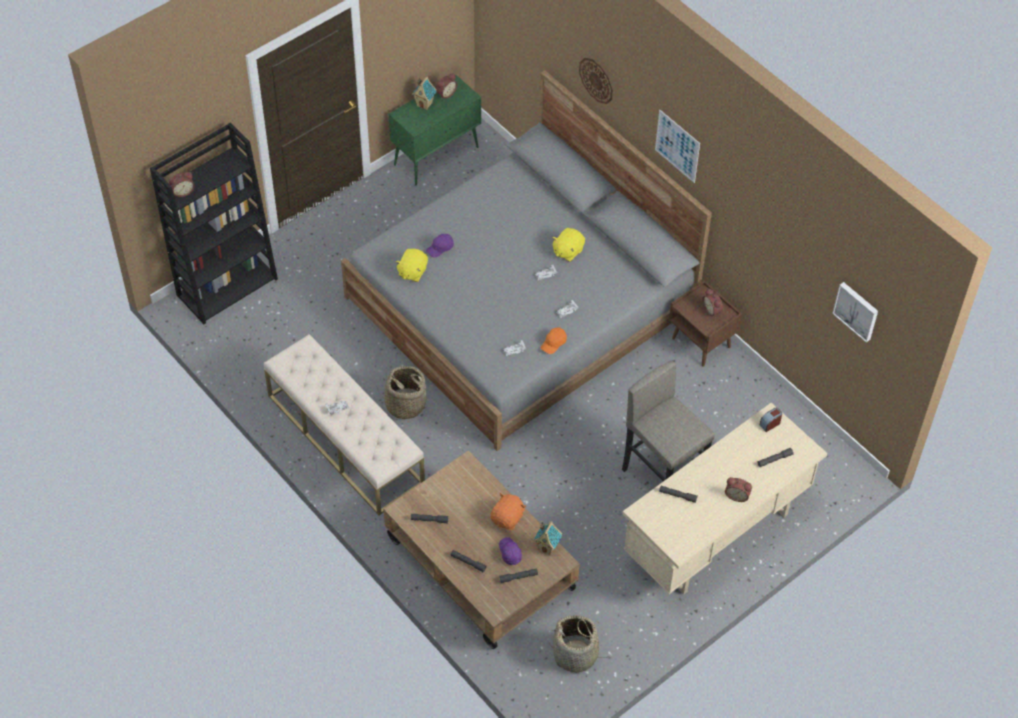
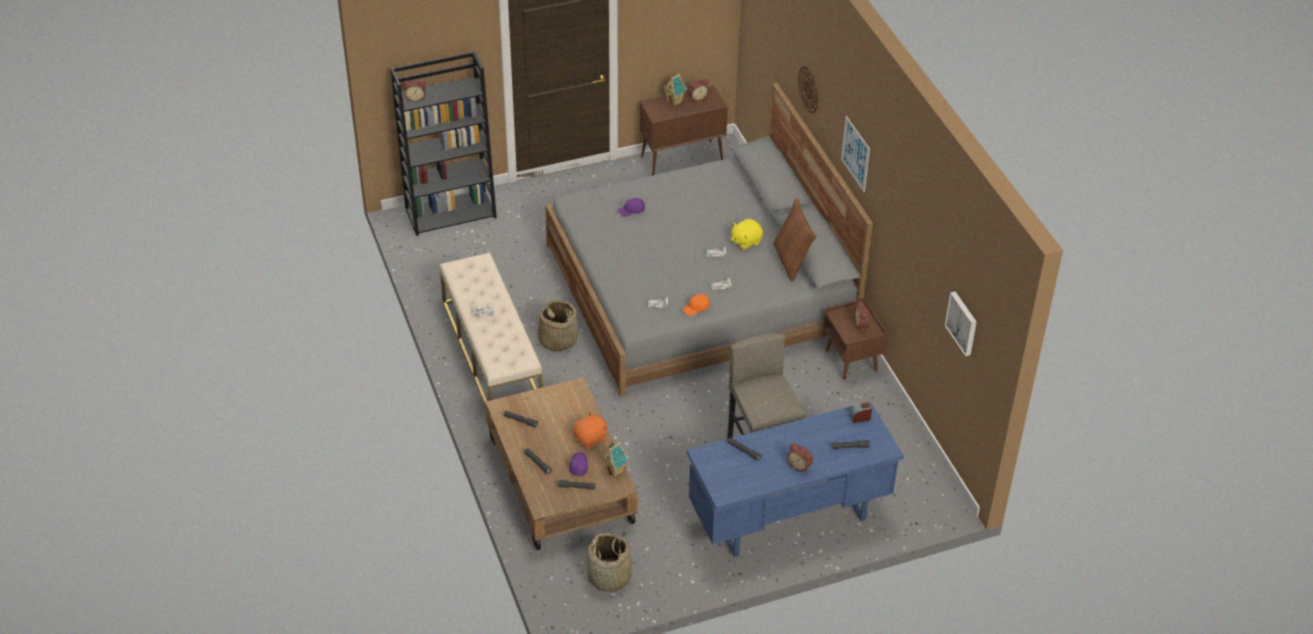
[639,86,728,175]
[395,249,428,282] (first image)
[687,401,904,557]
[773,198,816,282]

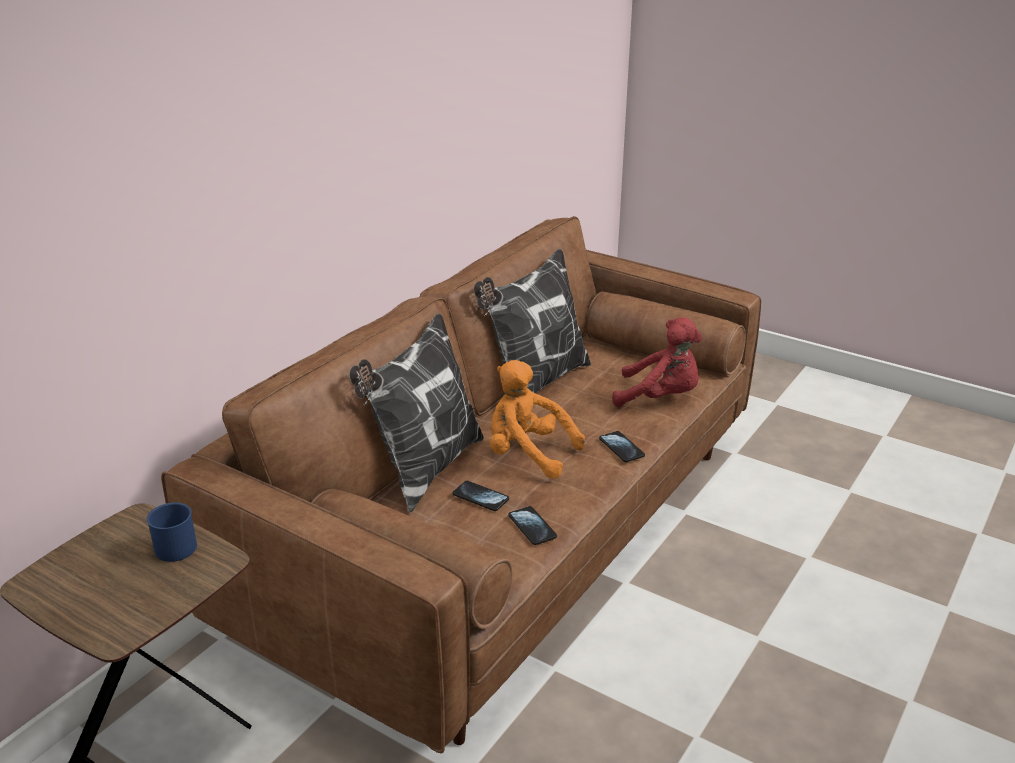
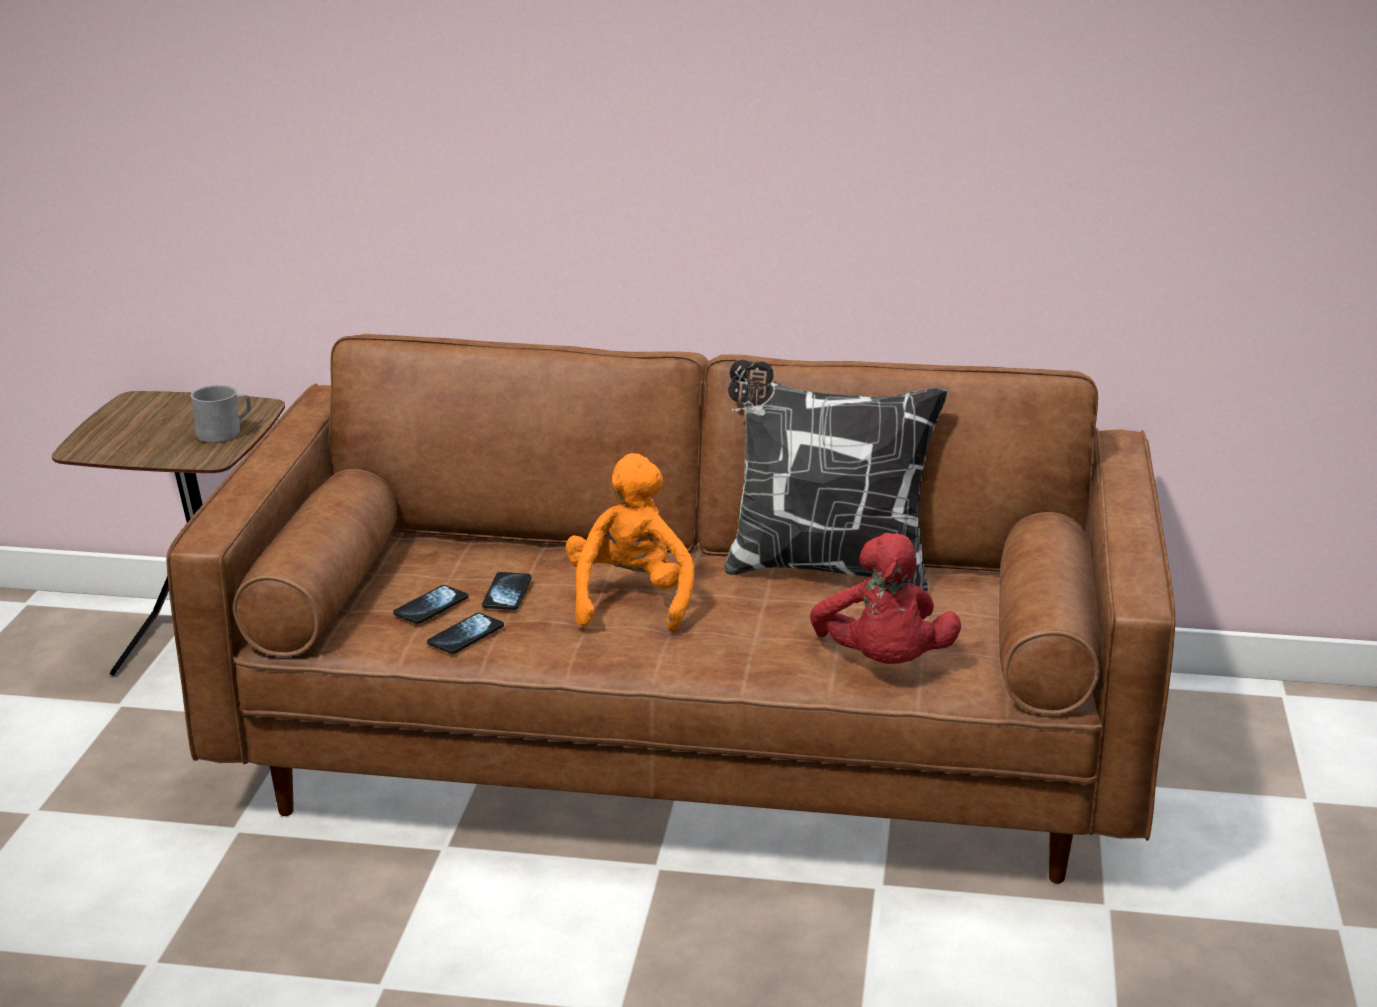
[190,385,251,443]
[349,312,484,512] (first image)
[393,585,469,624]

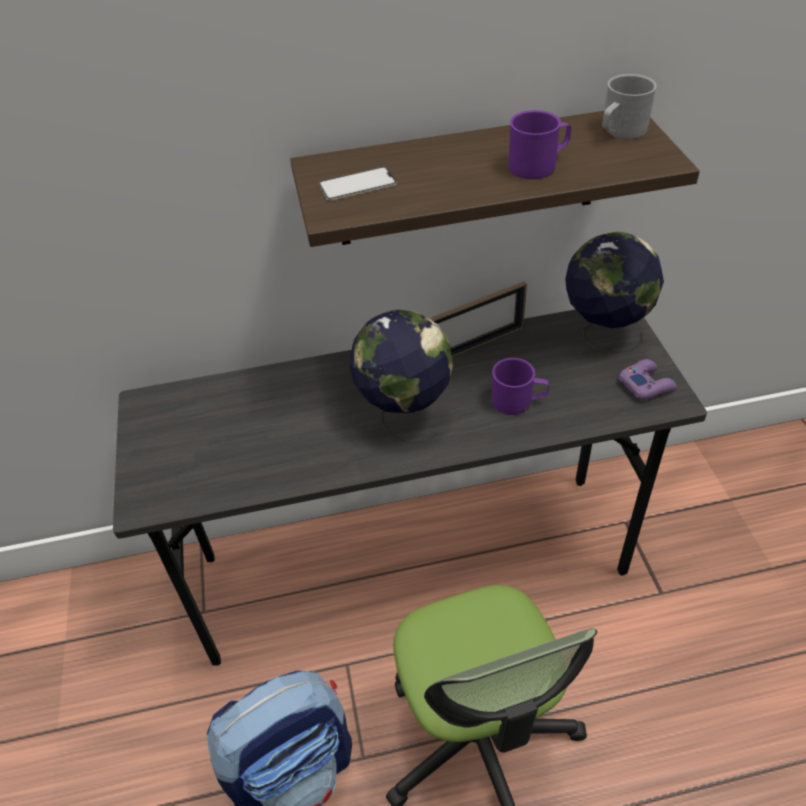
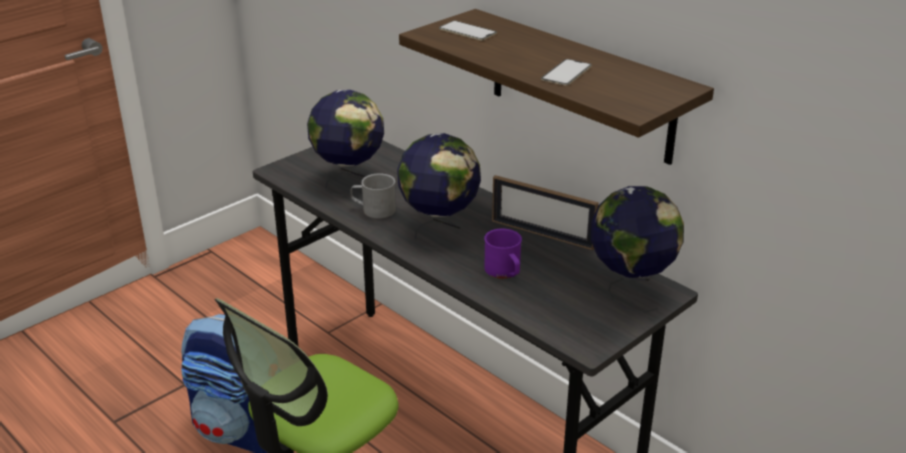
[541,59,592,86]
[350,174,396,219]
[619,359,677,400] (first image)
[307,90,384,196]

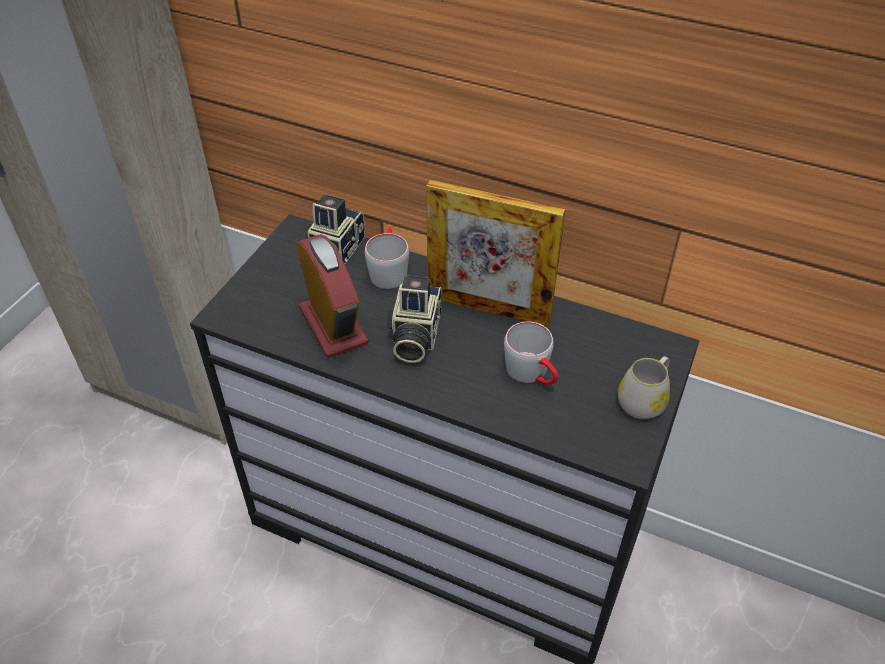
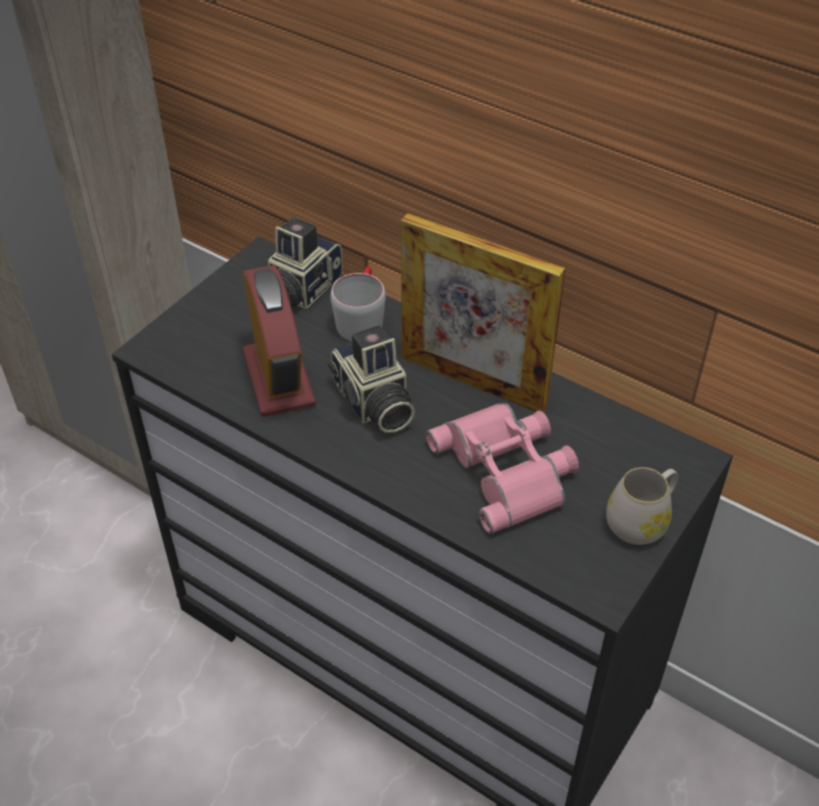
[328,325,415,433]
[426,403,579,534]

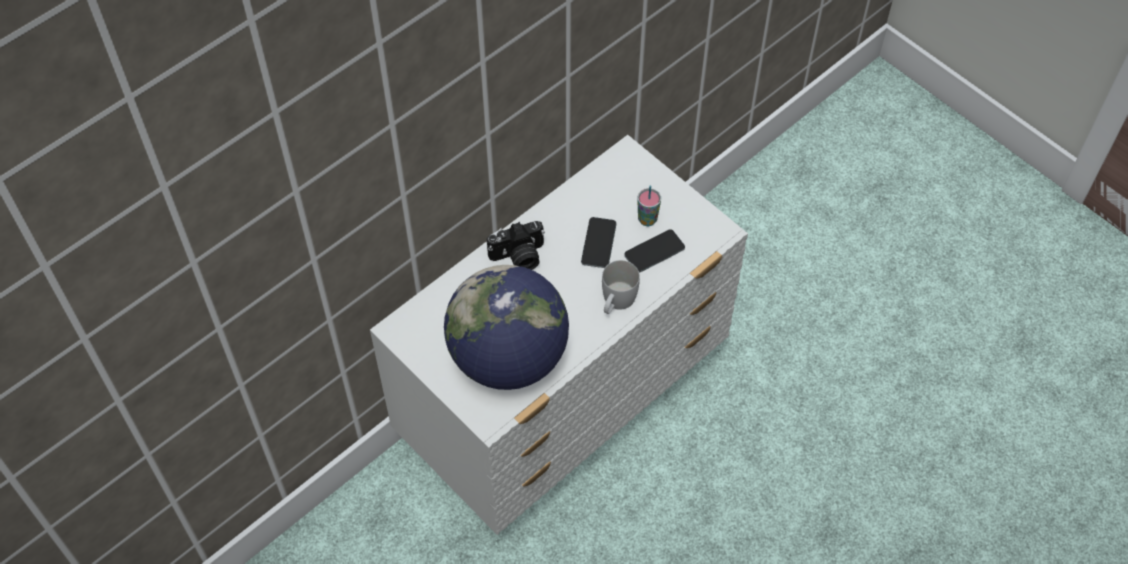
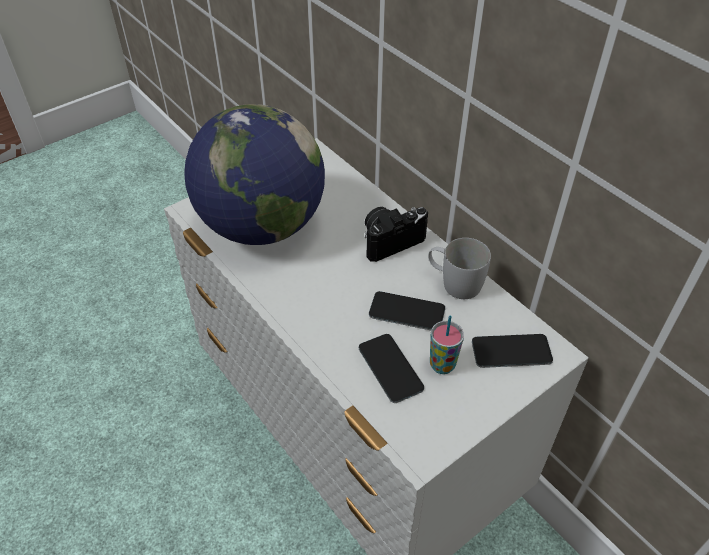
[365,207,428,262]
[428,238,491,299]
[472,334,553,368]

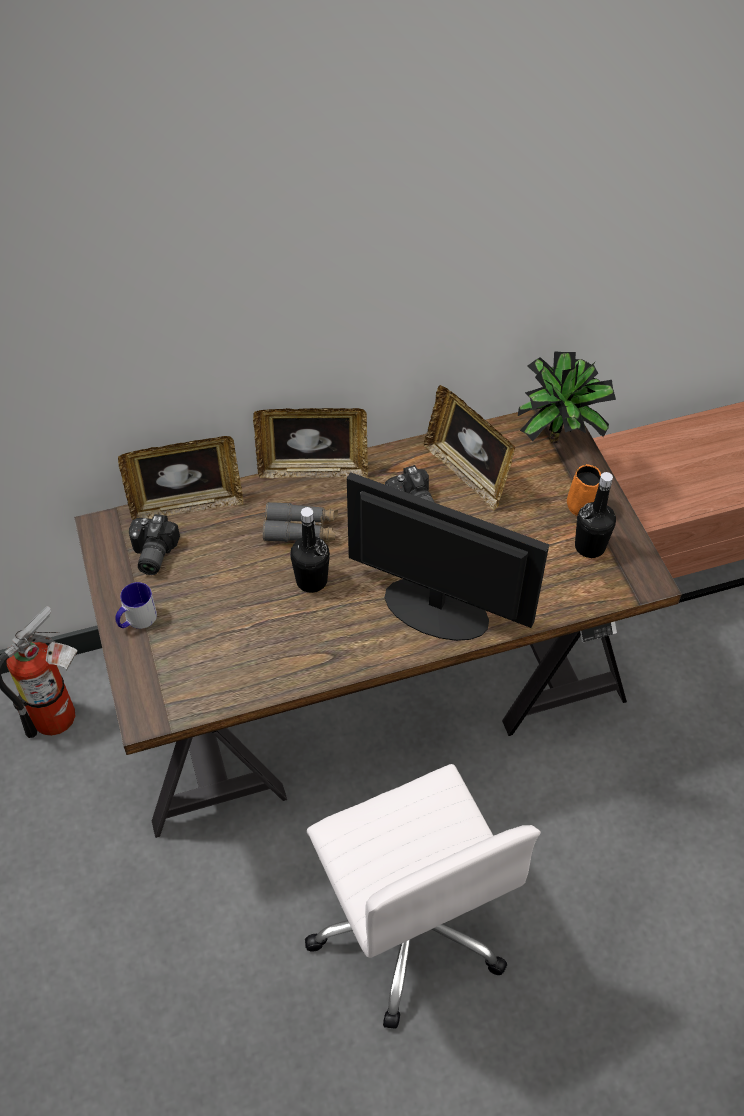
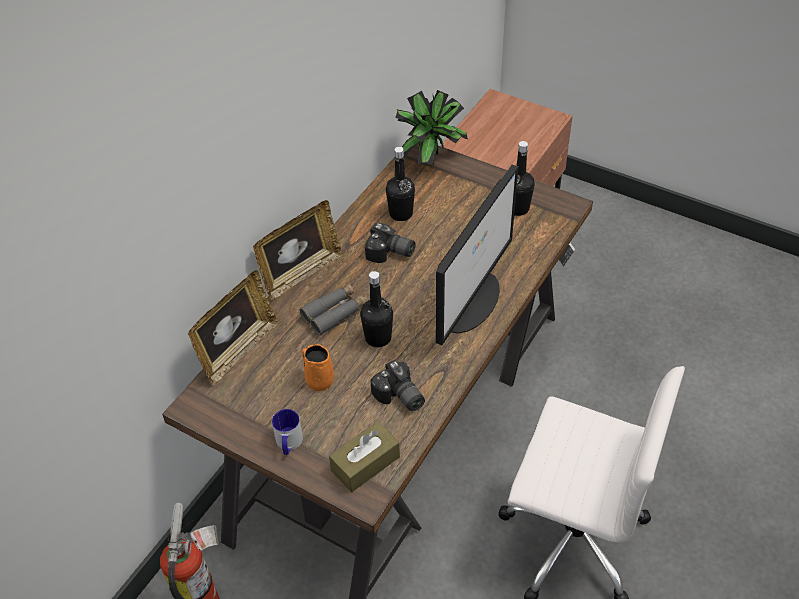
[370,360,425,412]
[436,165,518,345]
[386,147,415,221]
[302,344,334,391]
[329,422,400,492]

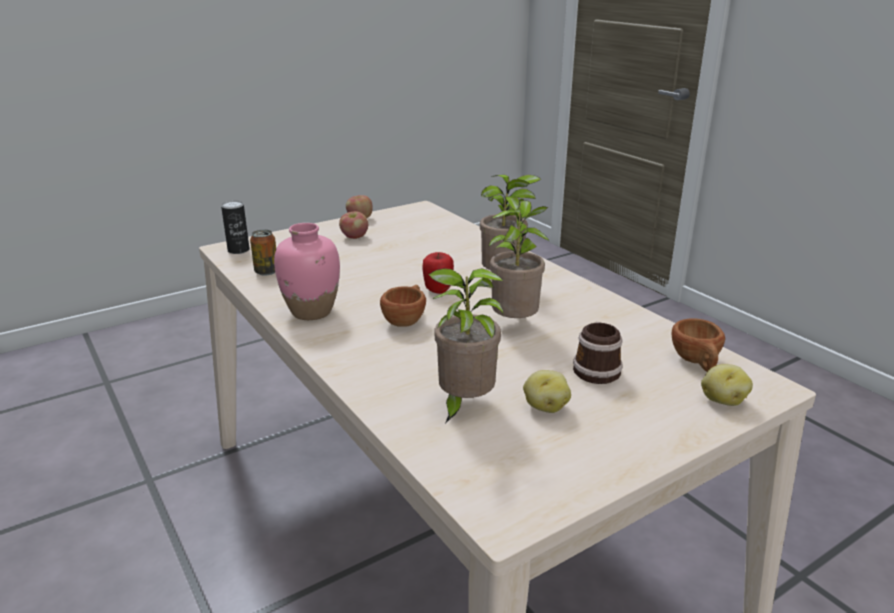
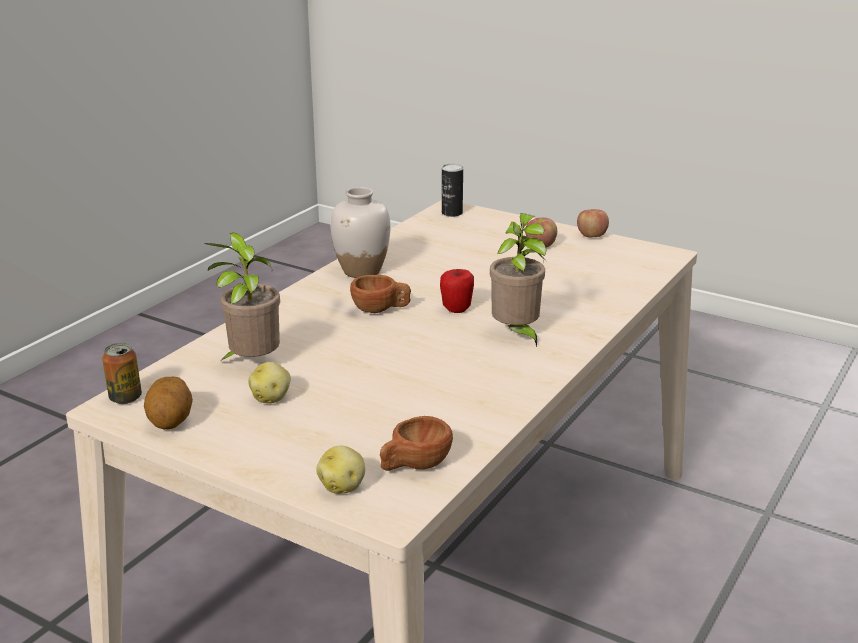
[102,343,142,404]
[331,187,390,278]
[488,200,549,318] (first image)
[573,322,623,384] (first image)
[144,377,193,429]

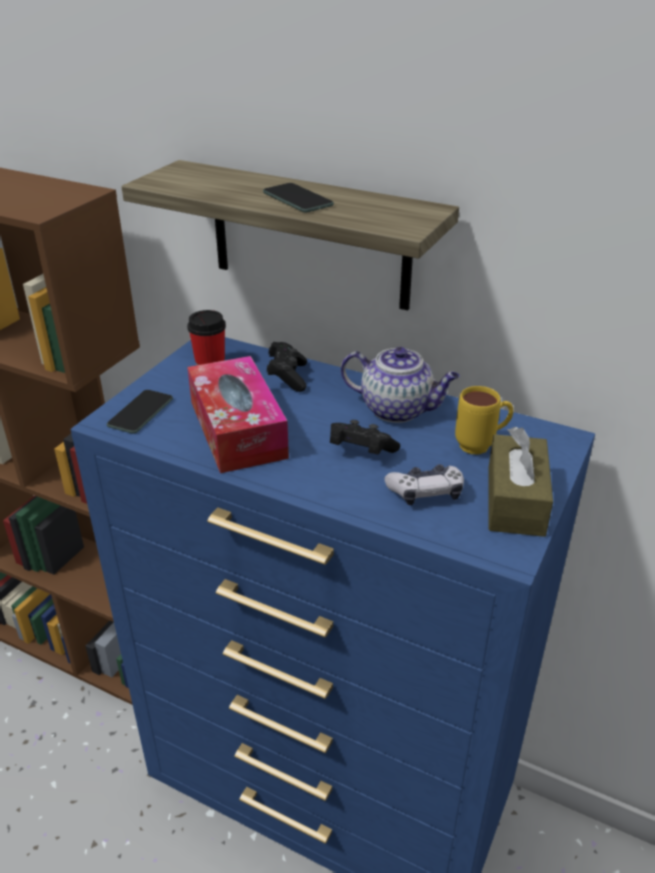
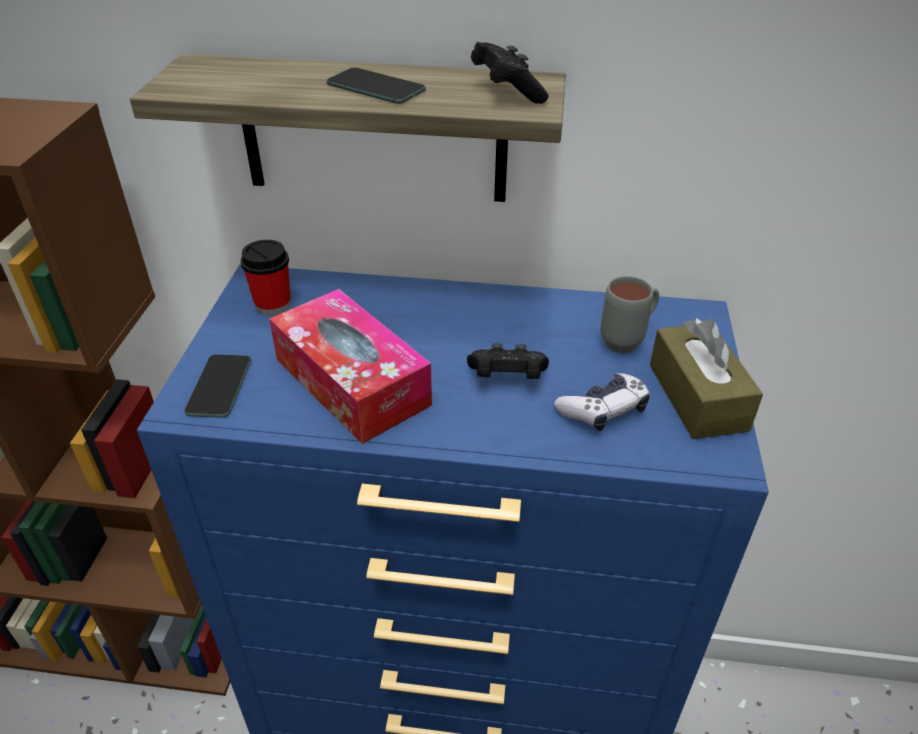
[471,42,549,104]
[341,347,460,423] (first image)
[600,276,659,353]

